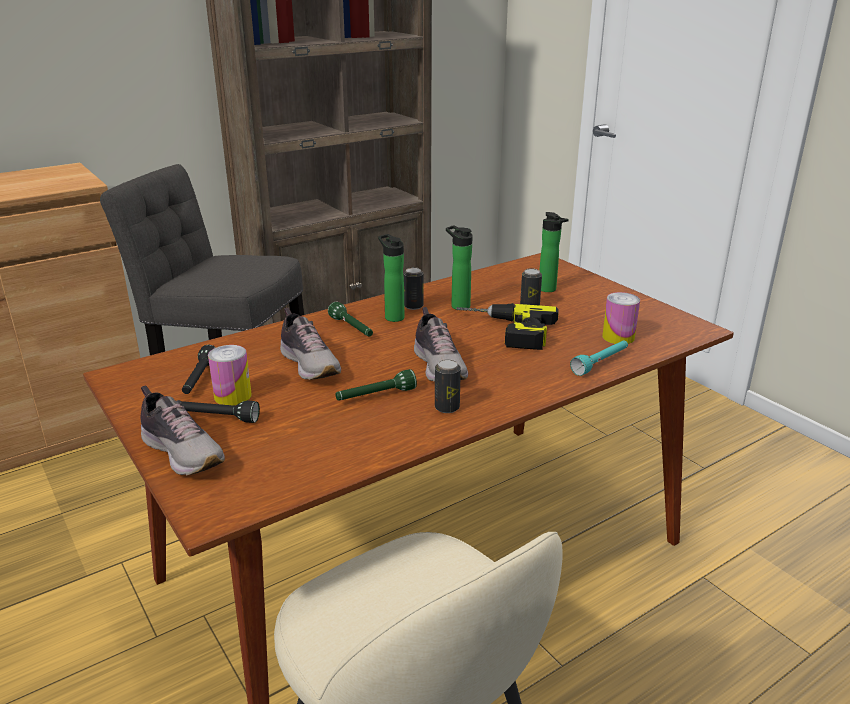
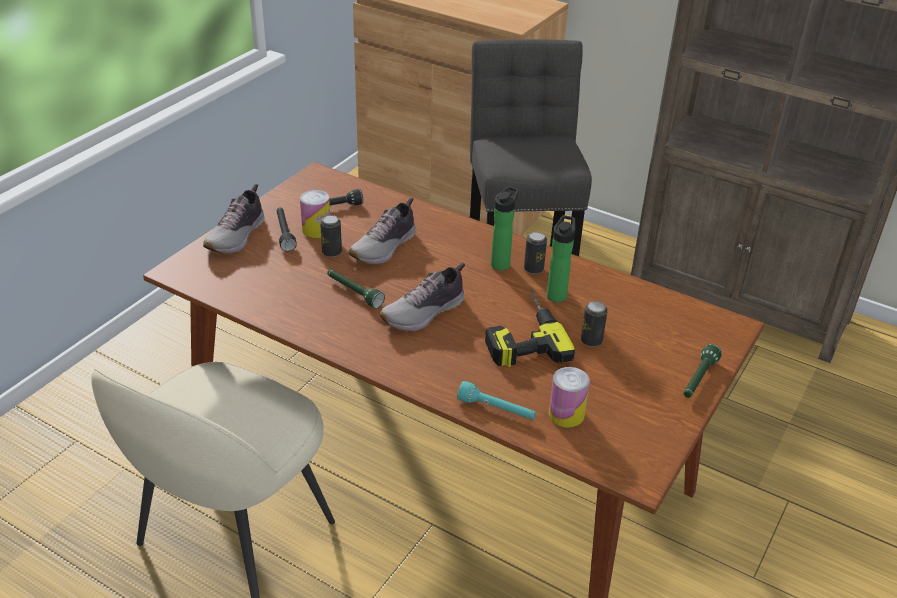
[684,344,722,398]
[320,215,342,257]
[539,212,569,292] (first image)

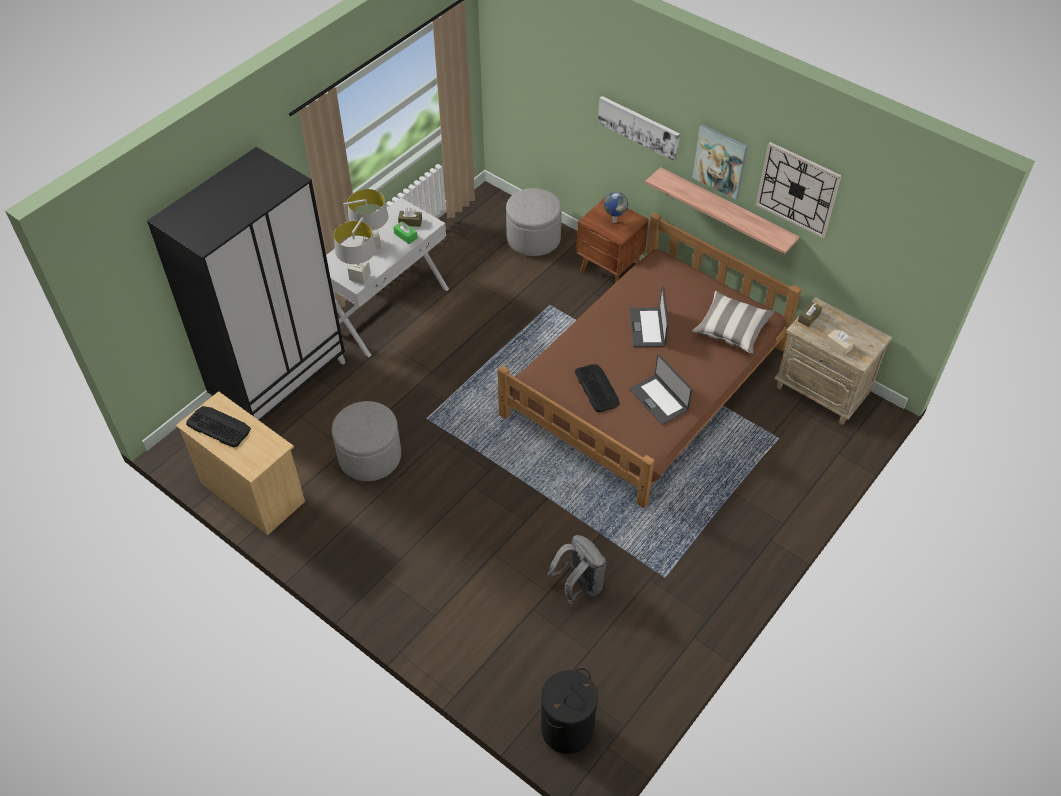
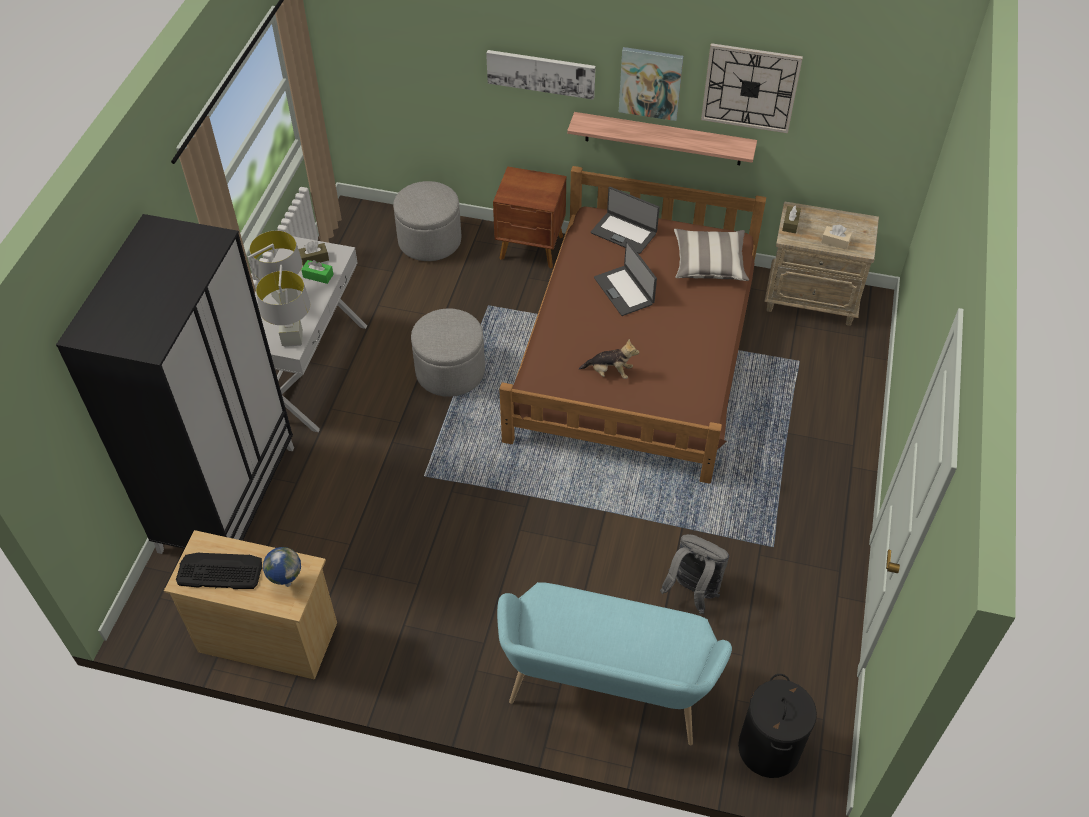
[411,308,485,397]
[579,339,639,379]
[263,547,301,587]
[591,187,660,254]
[497,582,732,745]

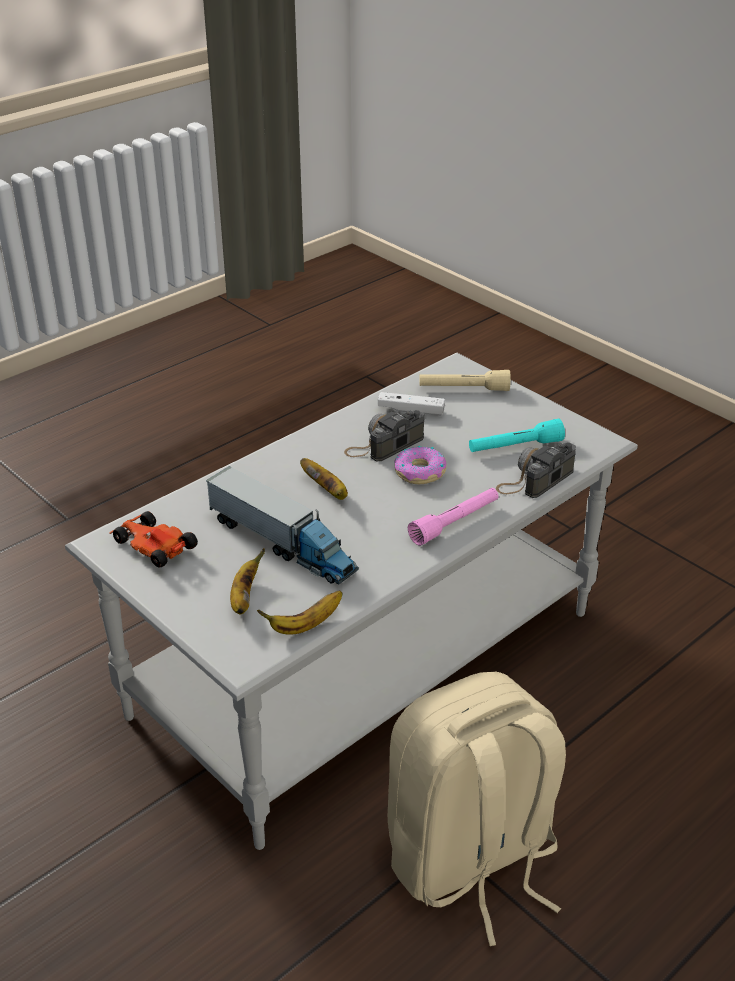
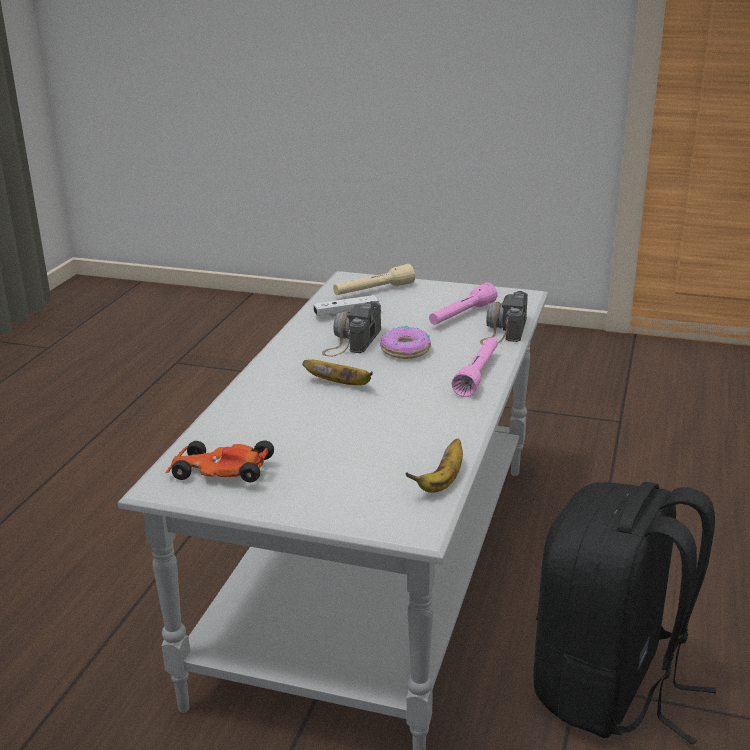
[206,466,359,585] (first image)
[230,548,265,615] (first image)
[533,482,716,745]
[429,283,498,325]

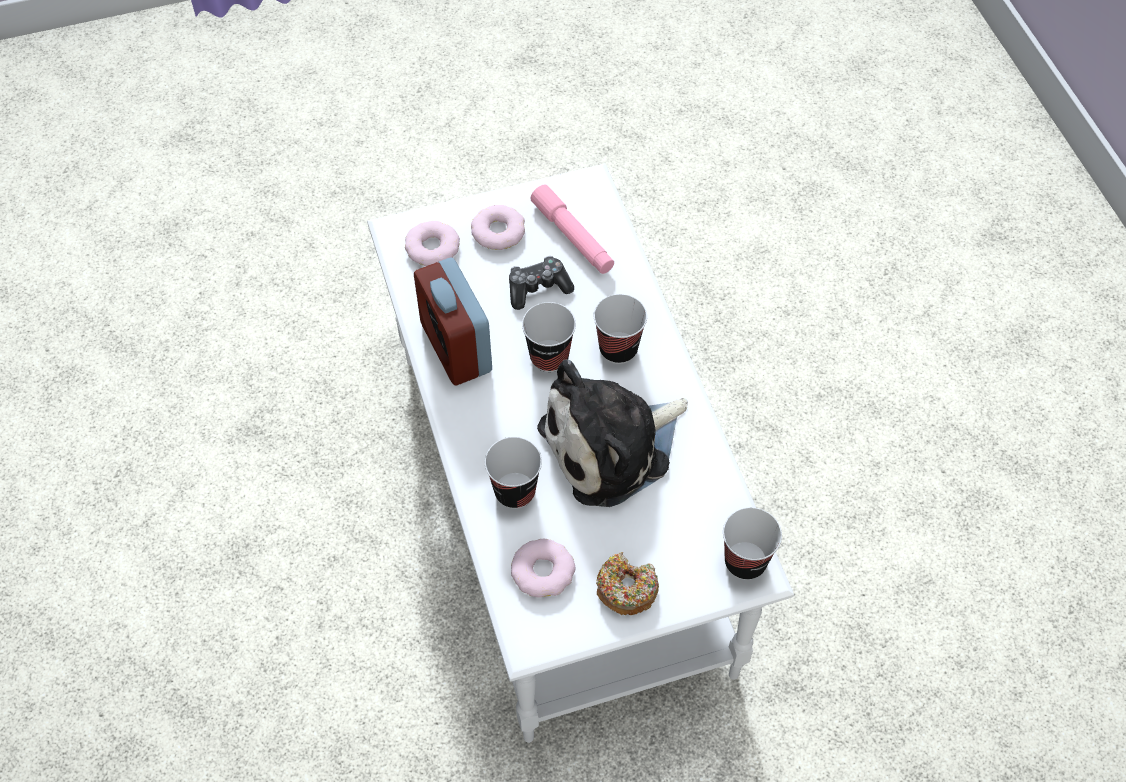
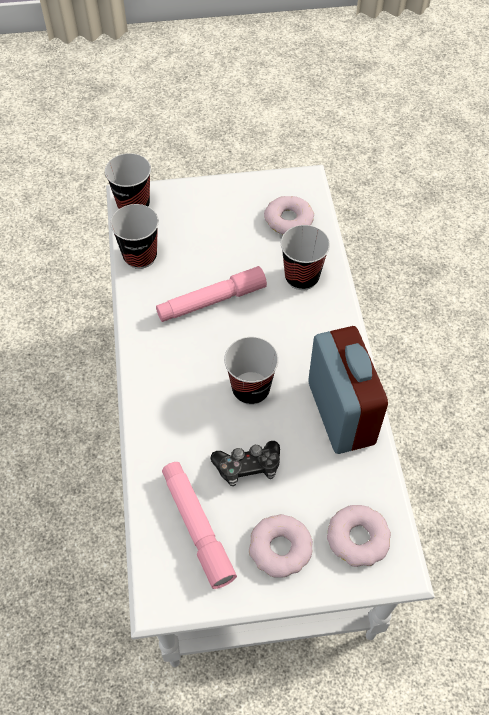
[156,266,267,322]
[110,204,159,269]
[596,552,659,615] (first image)

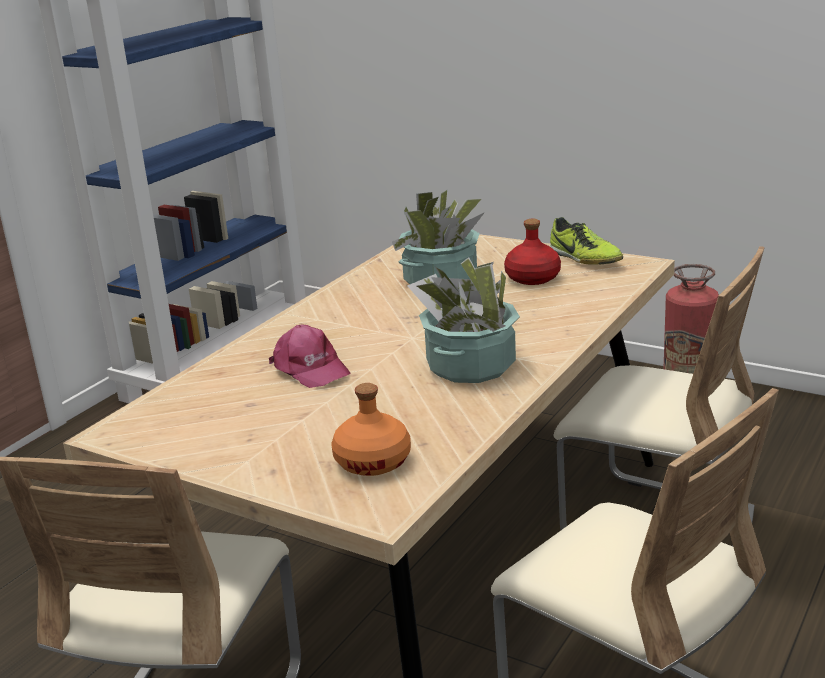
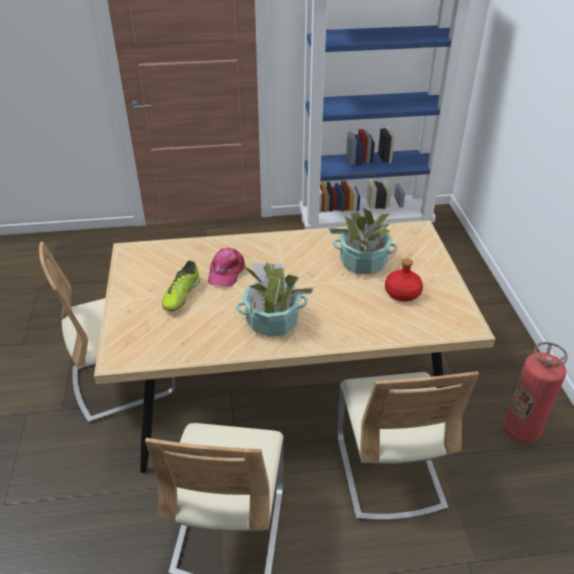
[332,383,411,476] (first image)
[162,260,200,311]

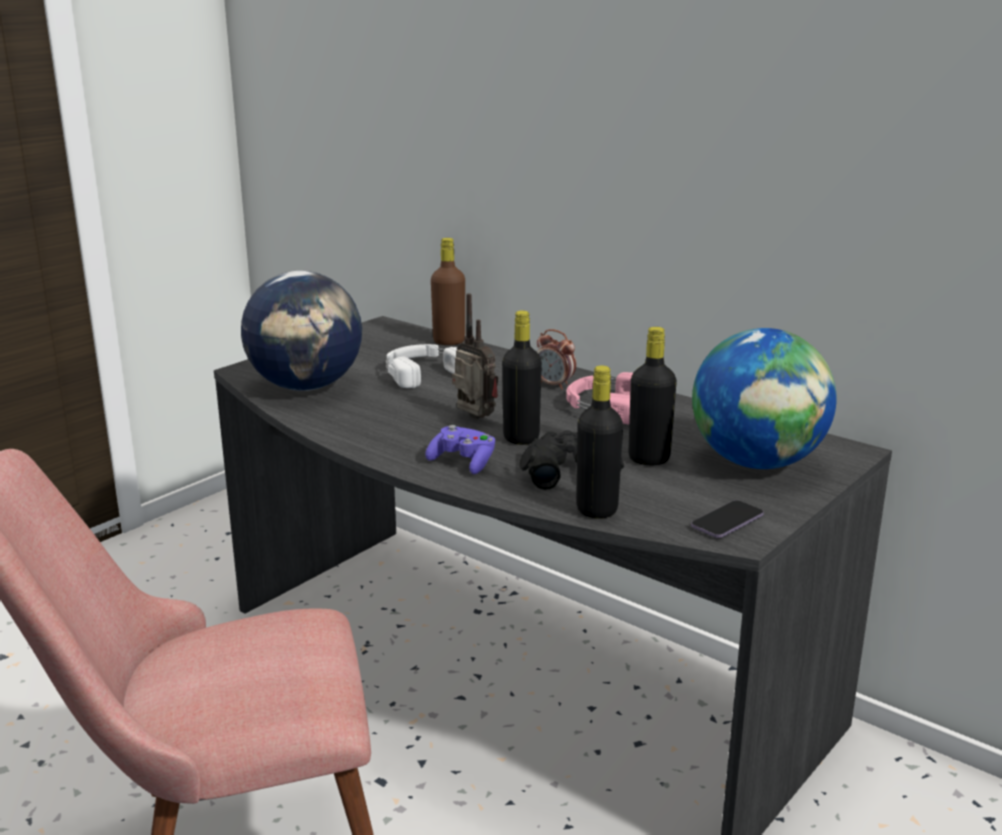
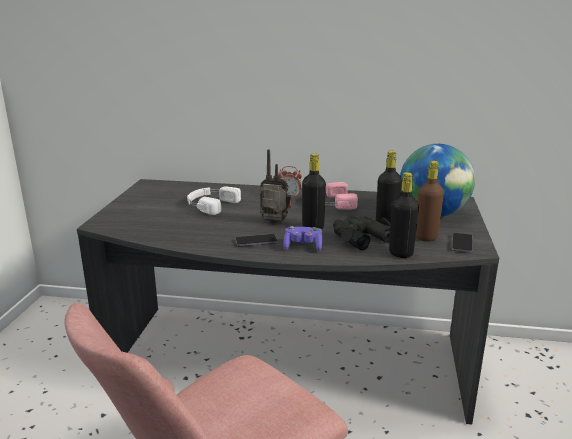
[241,271,362,391] (first image)
[416,161,444,242]
[235,234,277,246]

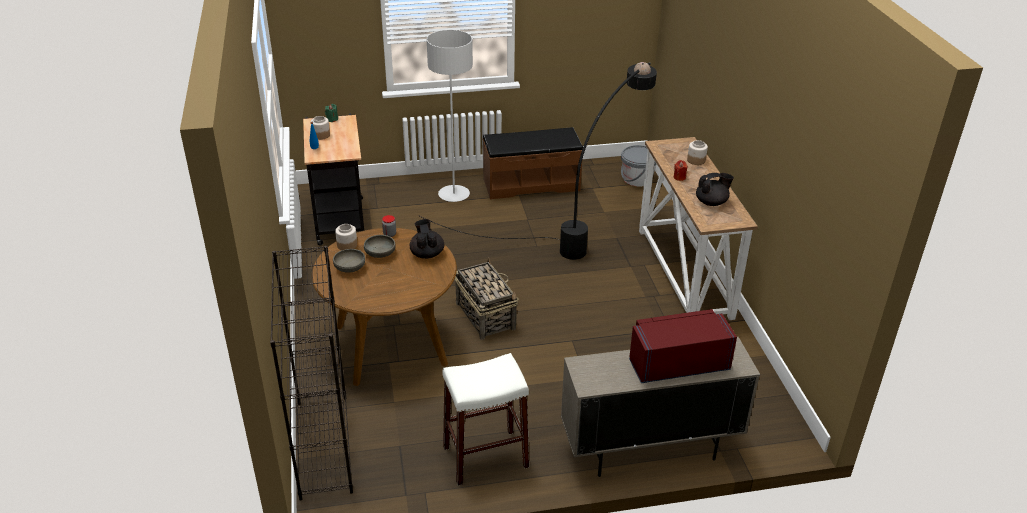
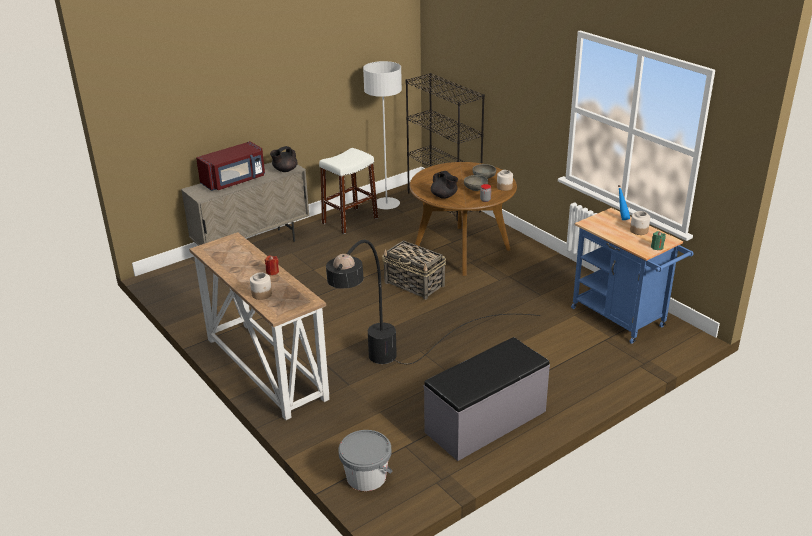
[571,208,693,344]
[363,61,402,209]
[424,337,550,461]
[270,146,298,172]

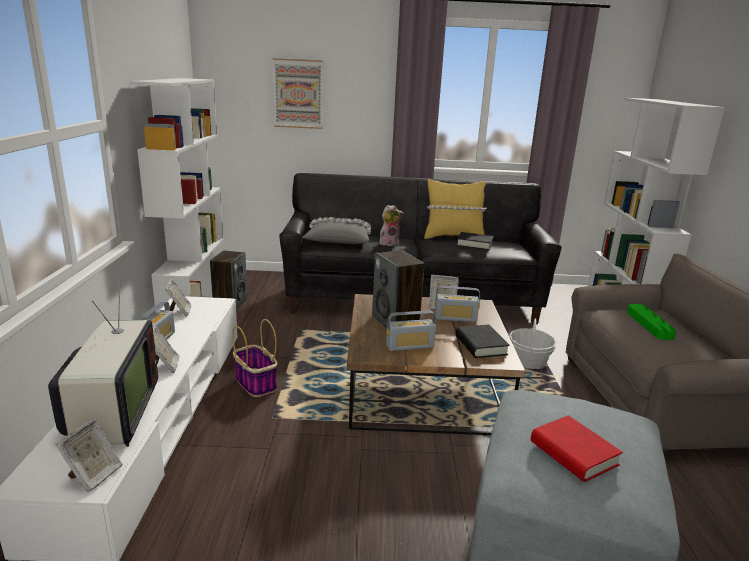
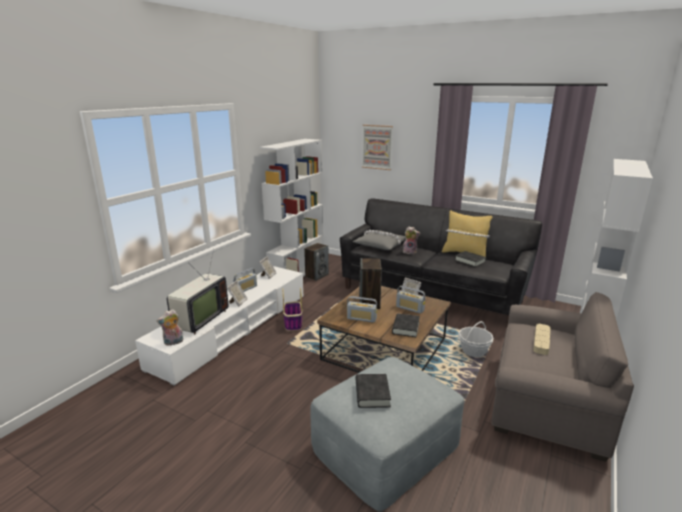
[157,309,184,346]
[356,374,391,408]
[533,324,550,355]

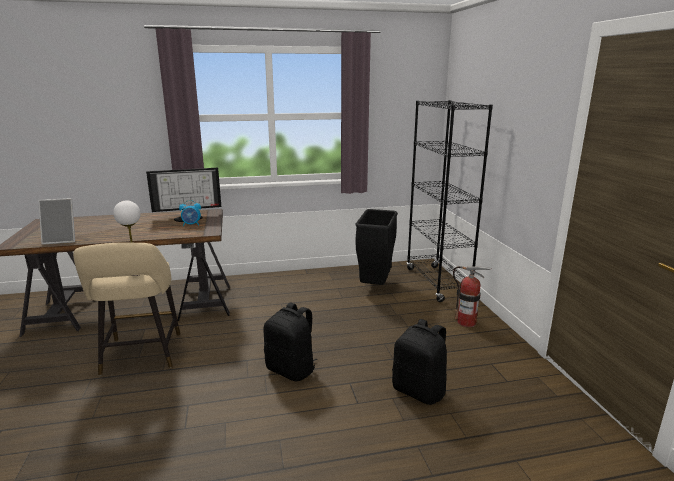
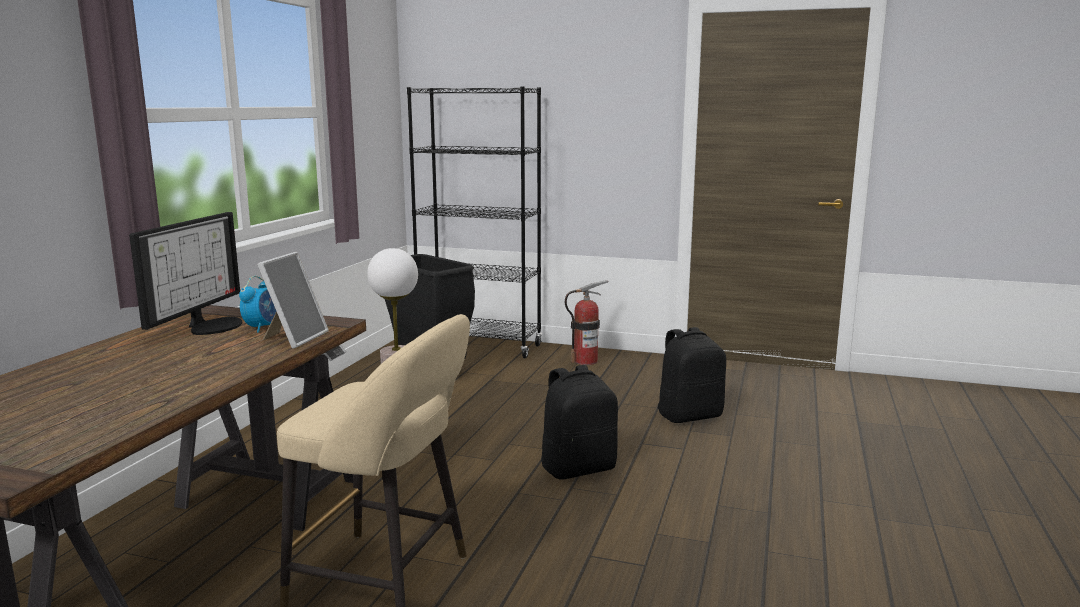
[257,252,329,349]

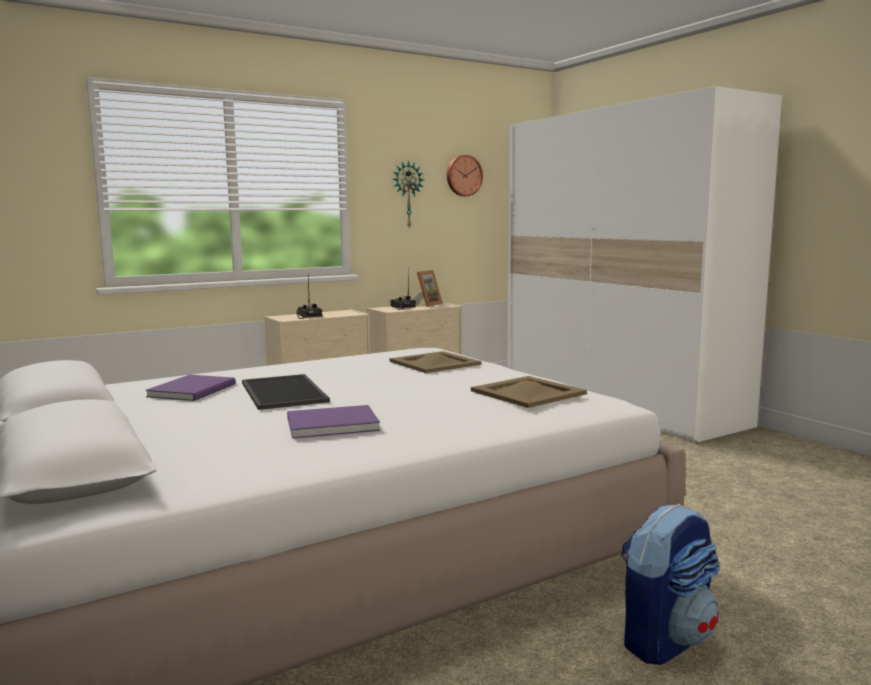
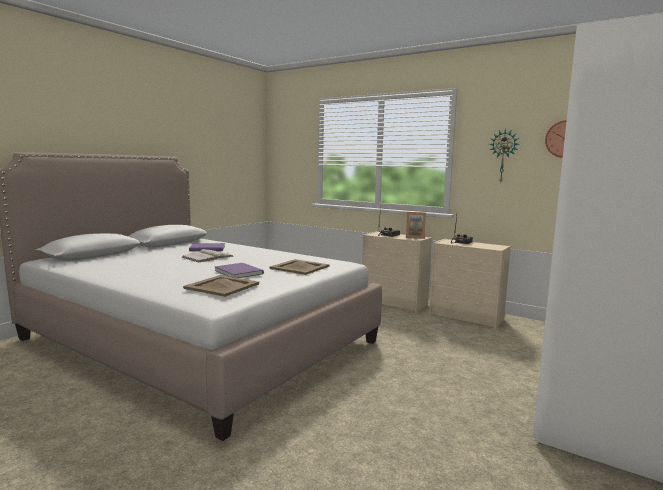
[182,249,233,262]
[214,263,264,278]
[406,212,426,239]
[621,504,719,665] (first image)

